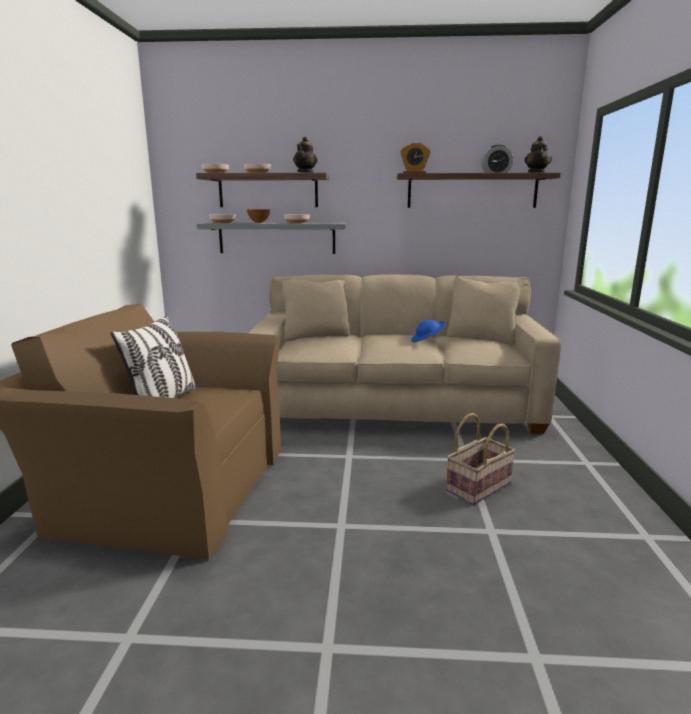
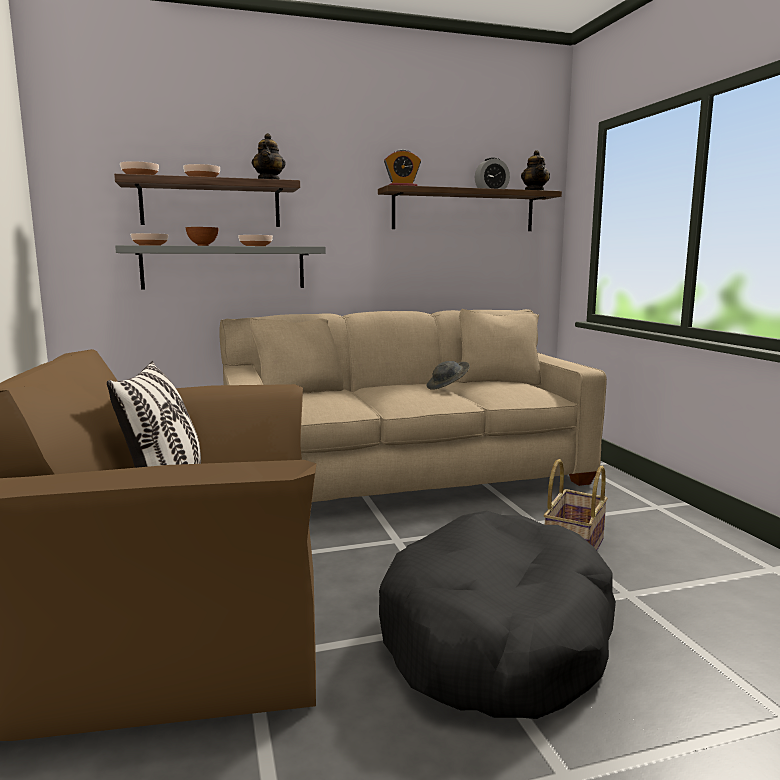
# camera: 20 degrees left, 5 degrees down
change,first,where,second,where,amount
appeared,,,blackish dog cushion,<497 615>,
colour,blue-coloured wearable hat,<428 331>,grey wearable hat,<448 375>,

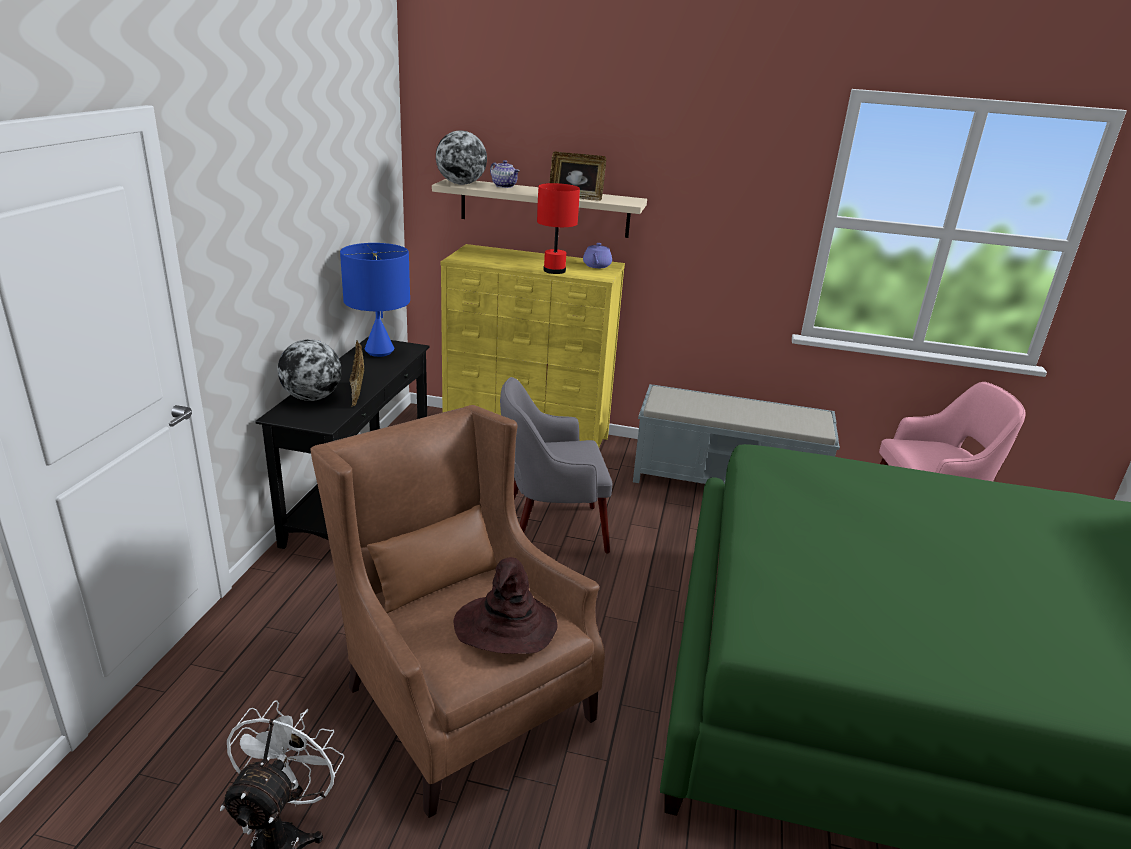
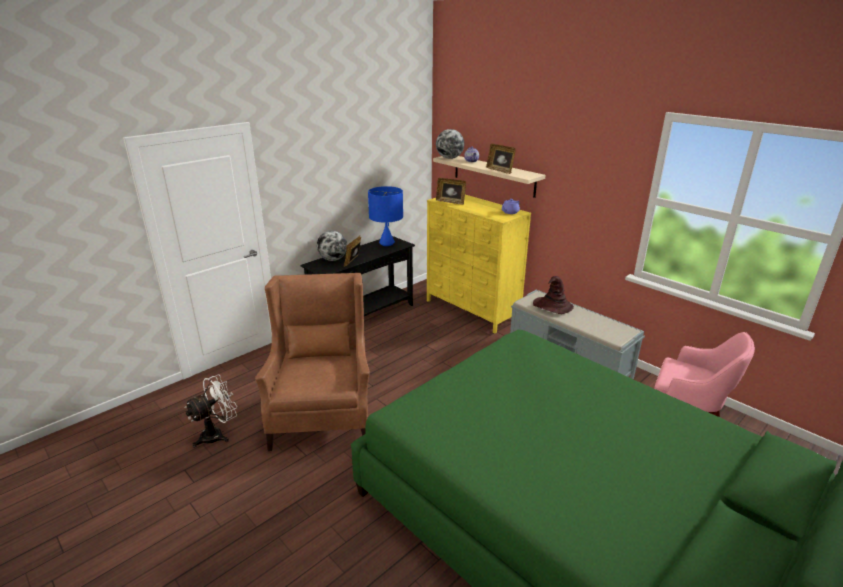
# camera: 35 degrees right, 0 degrees up
change,first,where,second,where,amount
appeared,,,picture frame,<451 191>,
relocated,brown-coloured wearable hat,<505 605>,,<553 295>,
missing,grey armchair,<556 465>,,,
missing,red-coloured tabletop lamp,<558 228>,,,

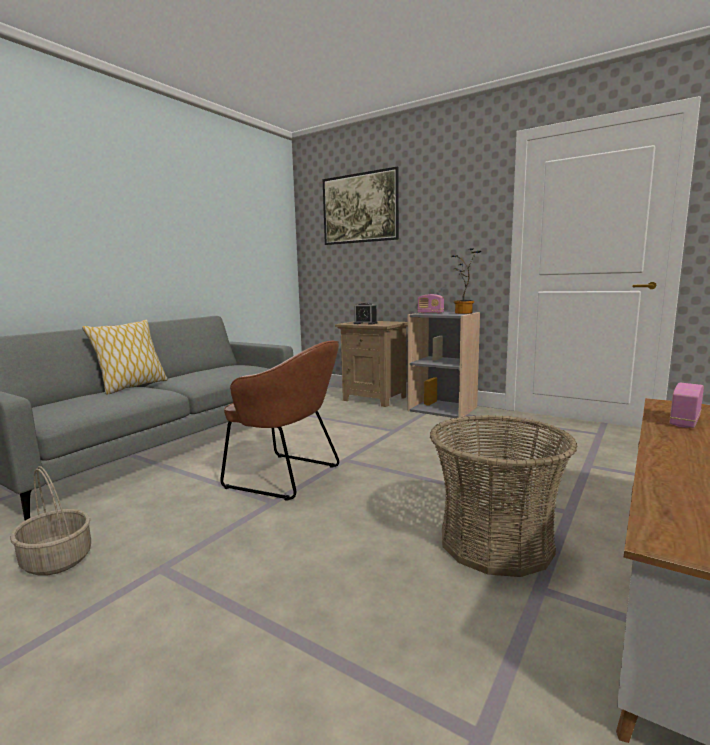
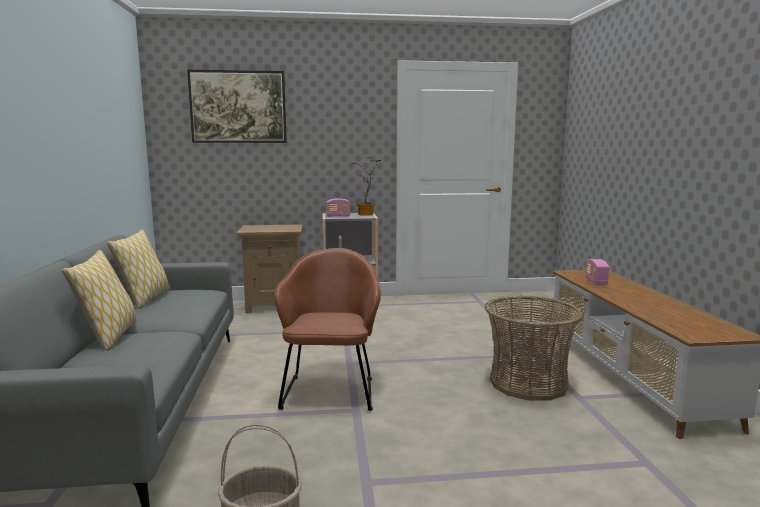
# camera: 40 degrees left, 0 degrees up
change,first,where,second,where,amount
appeared,,,pillow,<138 269>,
spun,brown-coloured armchair,<279 421>,,<327 329>,75 degrees counterclockwise
missing,table clock,<365 313>,,,

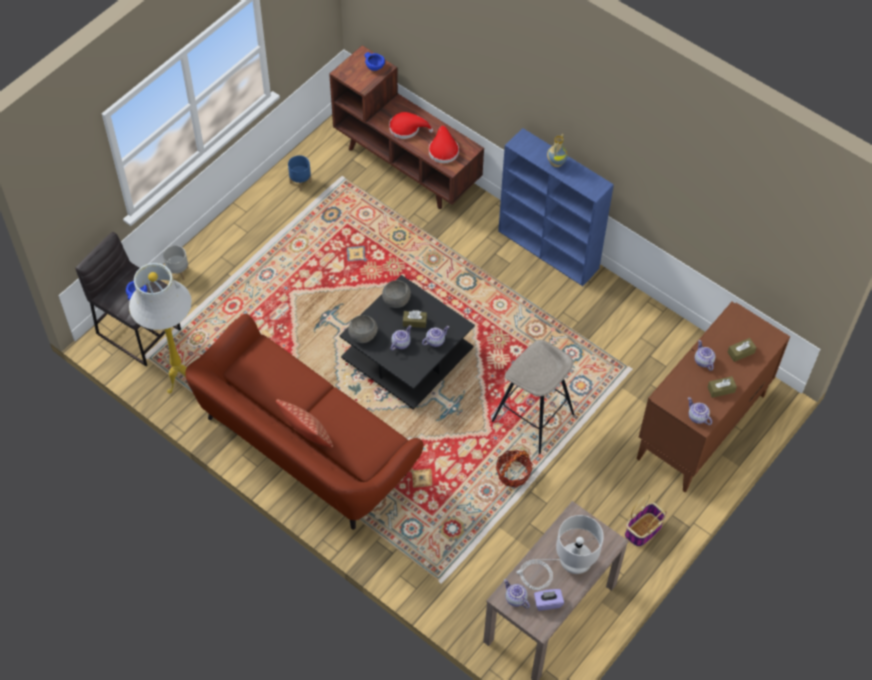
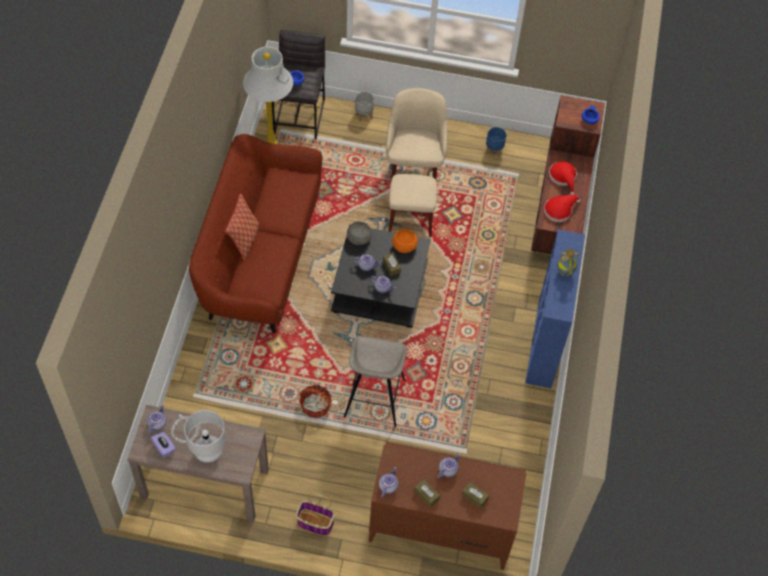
# camera: 60 degrees right, 0 degrees up
change,first,where,second,where,amount
appeared,,,beige armchair,<417 162>,
colour,grey serving bowl,<396 294>,orange-coloured serving bowl,<405 241>,

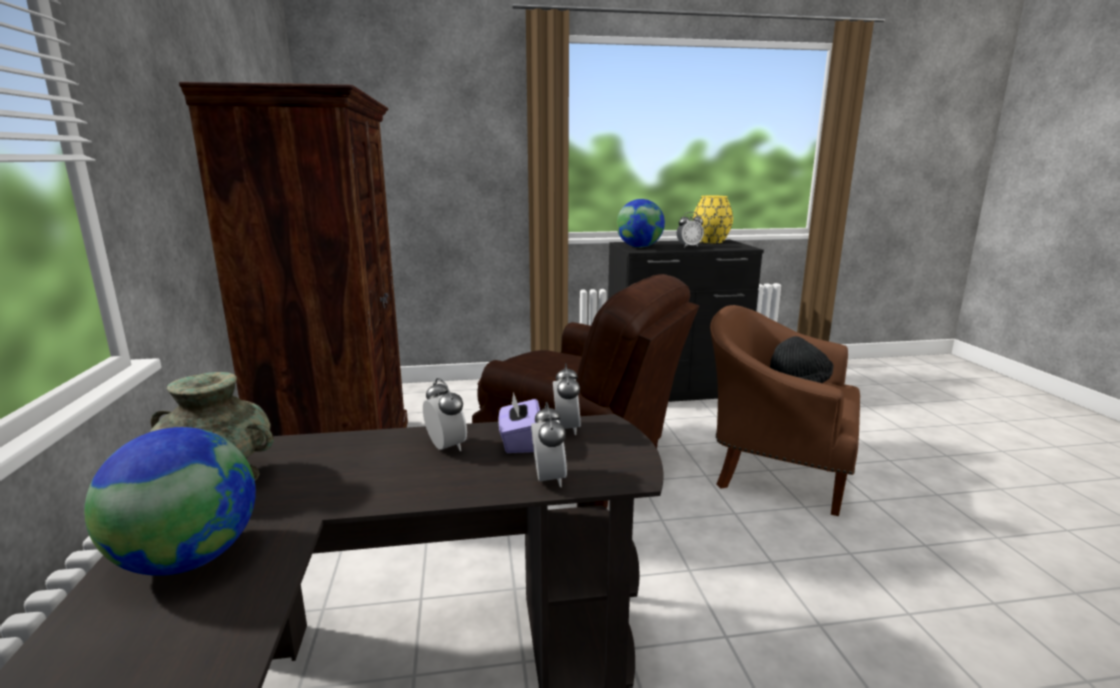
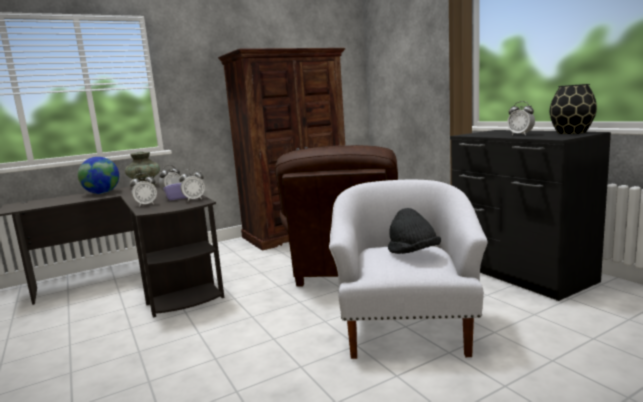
# camera: 70 degrees right, 5 degrees down
change,first,where,second,where,amount
colour,brown-coloured armchair,<785 410>,white-coloured armchair,<408 269>,
colour,yellow vase,<713 219>,blackish vase,<573 109>,
missing,desk globe,<640 223>,,,

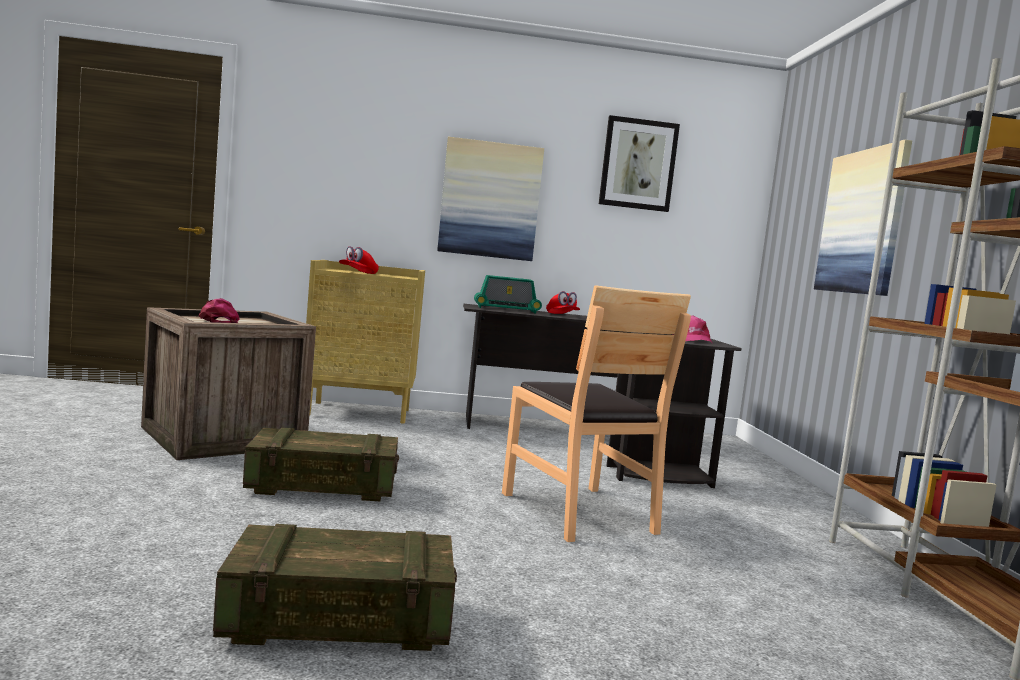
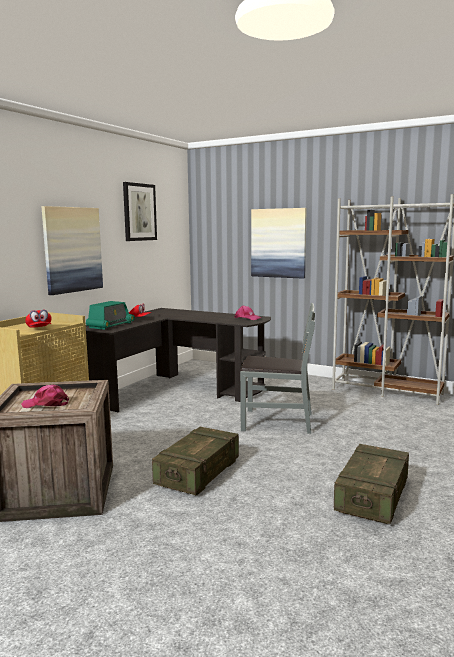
# camera: 55 degrees left, 5 degrees up
change,first,where,second,where,amount
colour,brown-coloured plain chair,<596 413>,grey plain chair,<277 368>,

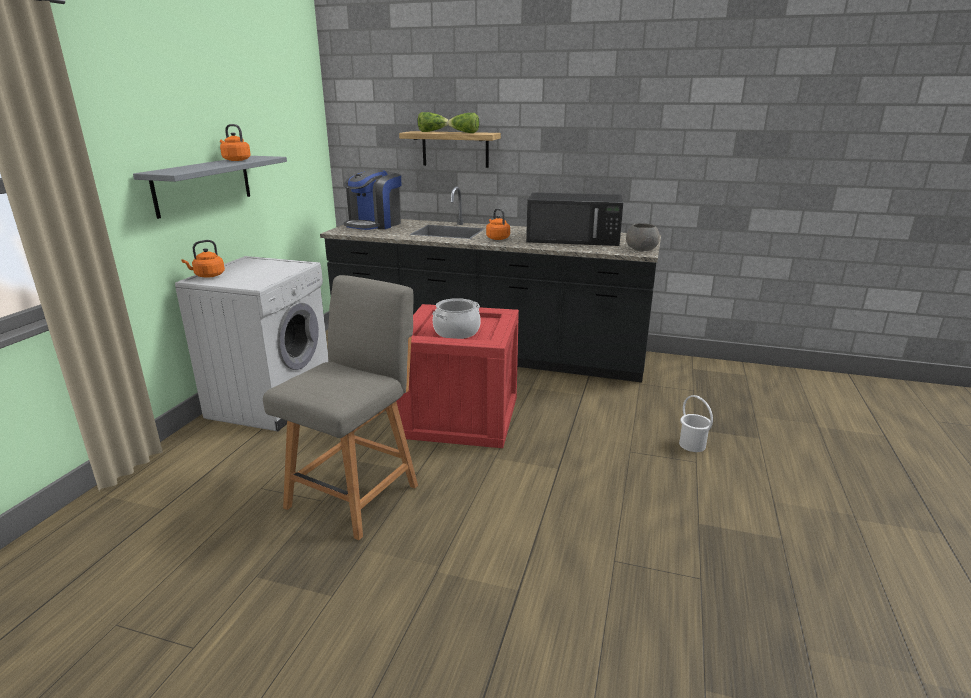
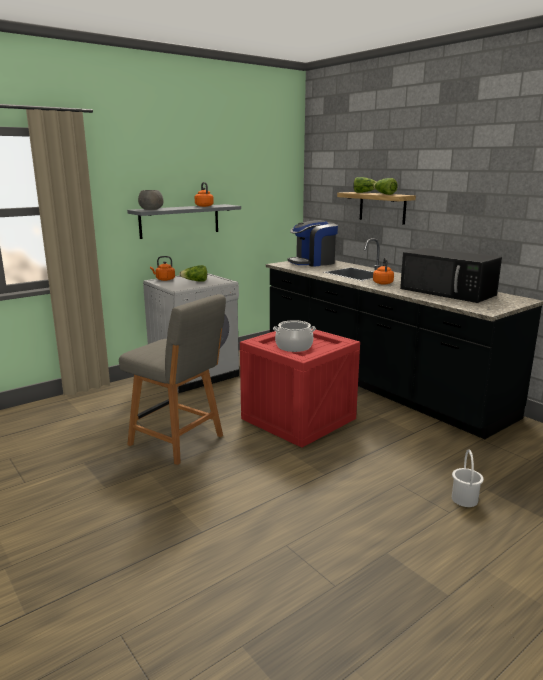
# camera: 35 degrees right, 5 degrees down
change,first,where,second,where,amount
spun,grey plain chair,<340 407>,,<172 379>,60 degrees clockwise
relocated,grey serving bowl,<643 237>,,<151 200>,
appeared,,,lettuce,<193 273>,

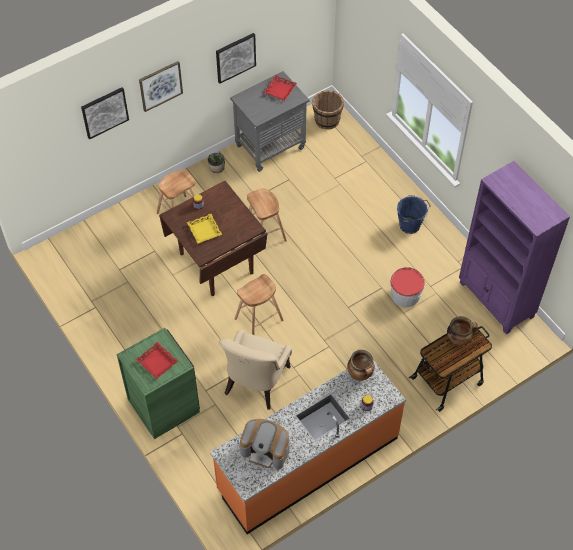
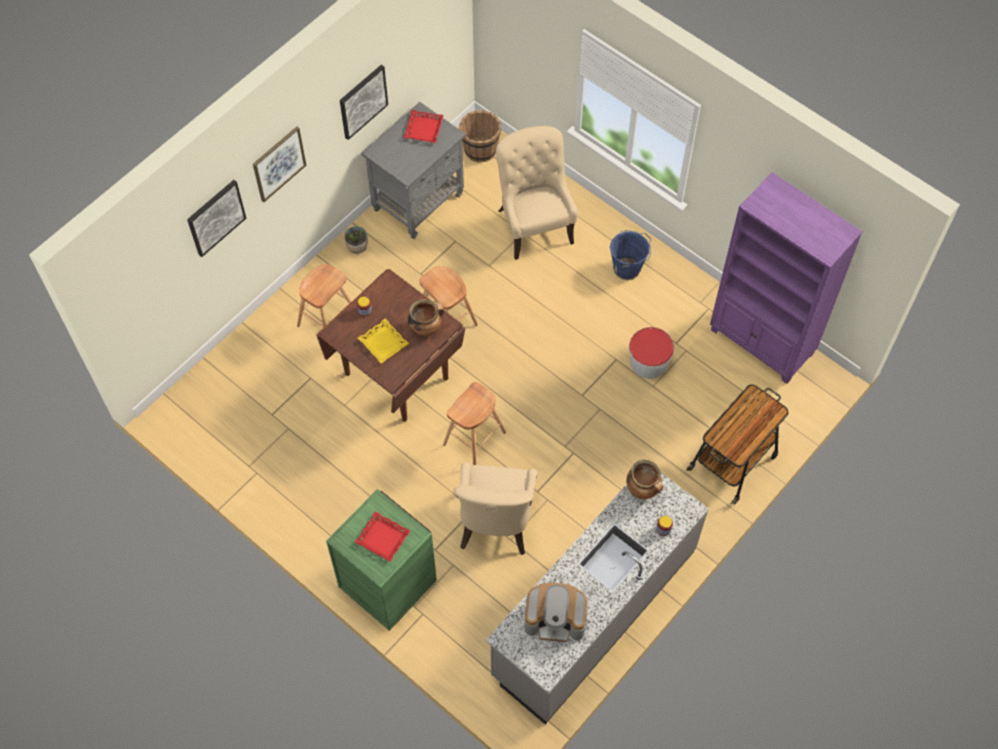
# camera: 15 degrees left, 5 degrees up
change,first,where,second,where,amount
relocated,saucepot,<462 331>,,<426 317>,
colour,orange-coloured counter,<308 447>,grey counter,<597 598>,
appeared,,,beige plain chair,<537 193>,

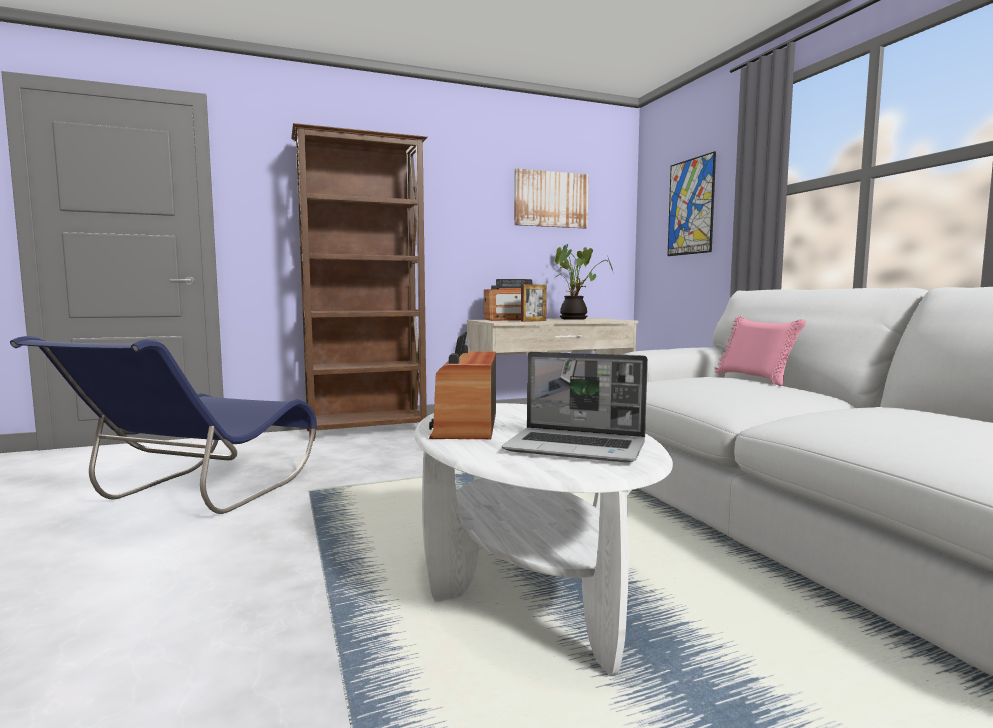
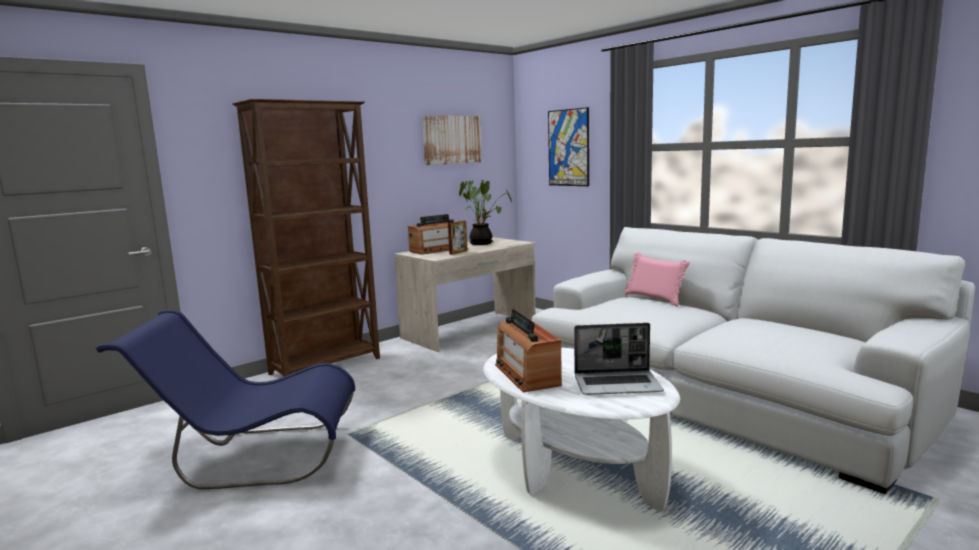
# camera: 20 degrees left, 5 degrees up
change,first,where,second,where,amount
spun,blue-coloured plain chair,<163 425>,,<225 399>,90 degrees clockwise

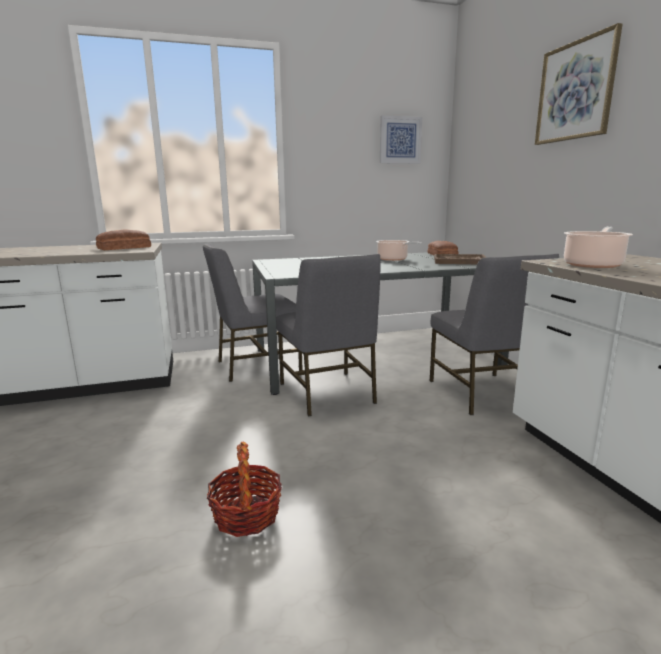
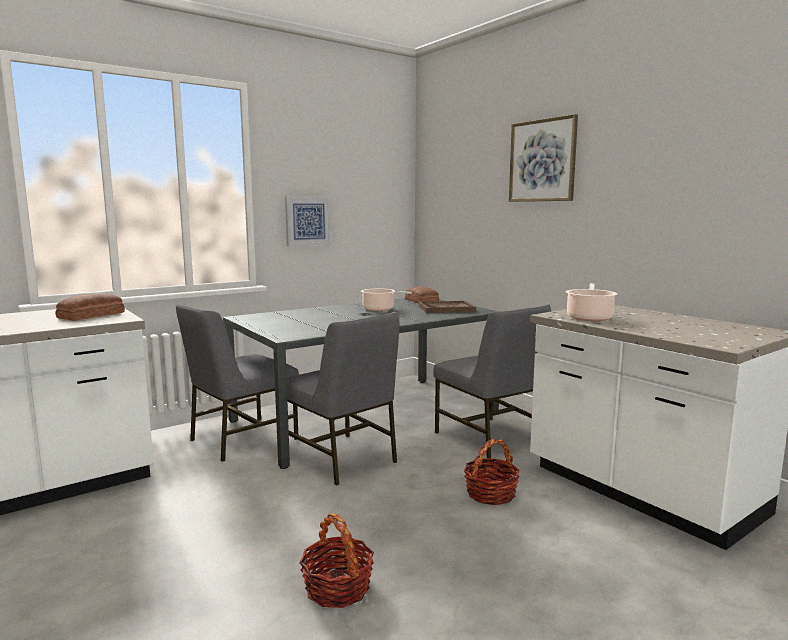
# camera: 20 degrees left, 5 degrees down
change,first,where,second,where,amount
relocated,picture,<401 139>,,<308 221>,
appeared,,,household basket,<492 472>,

